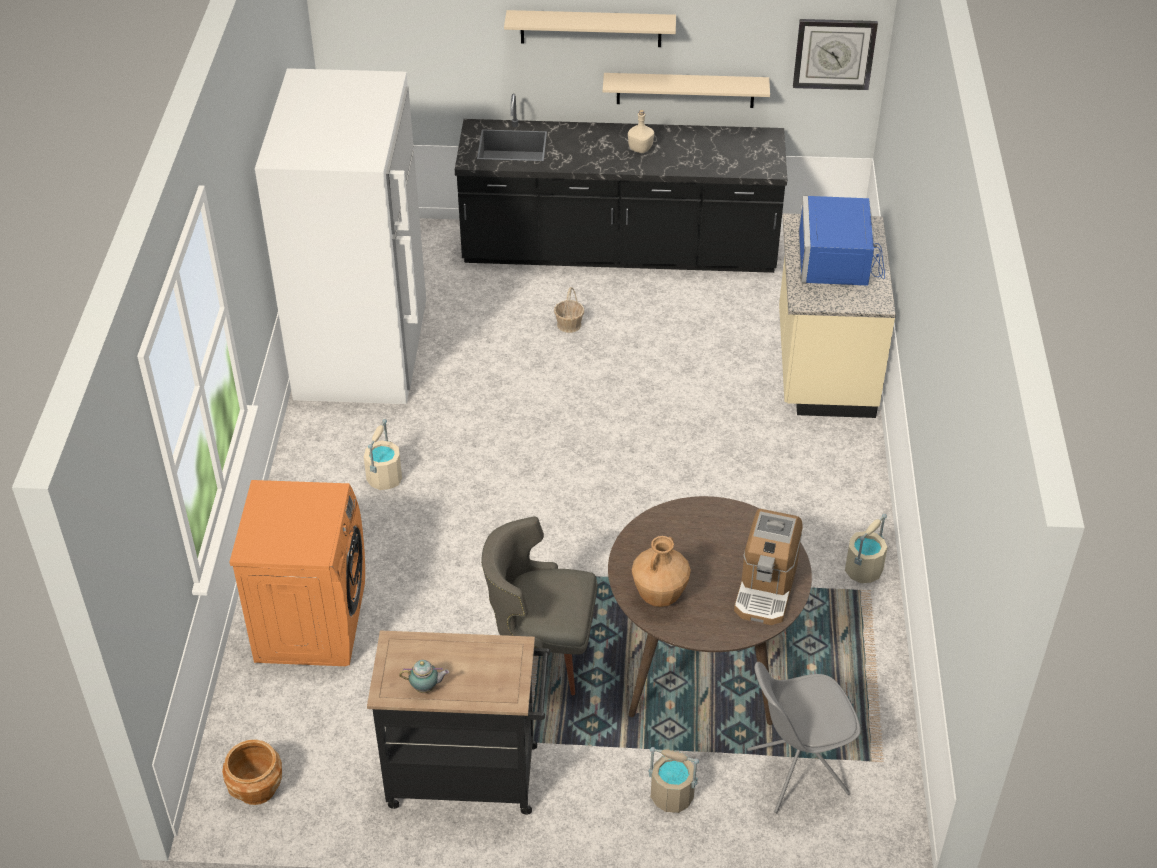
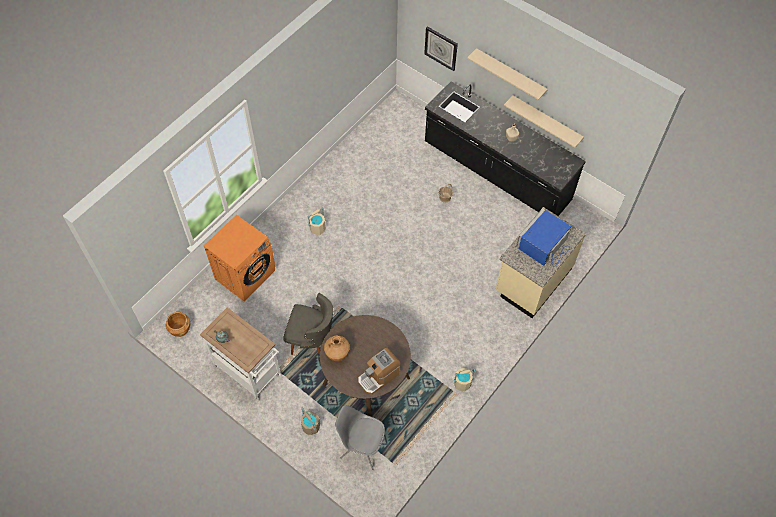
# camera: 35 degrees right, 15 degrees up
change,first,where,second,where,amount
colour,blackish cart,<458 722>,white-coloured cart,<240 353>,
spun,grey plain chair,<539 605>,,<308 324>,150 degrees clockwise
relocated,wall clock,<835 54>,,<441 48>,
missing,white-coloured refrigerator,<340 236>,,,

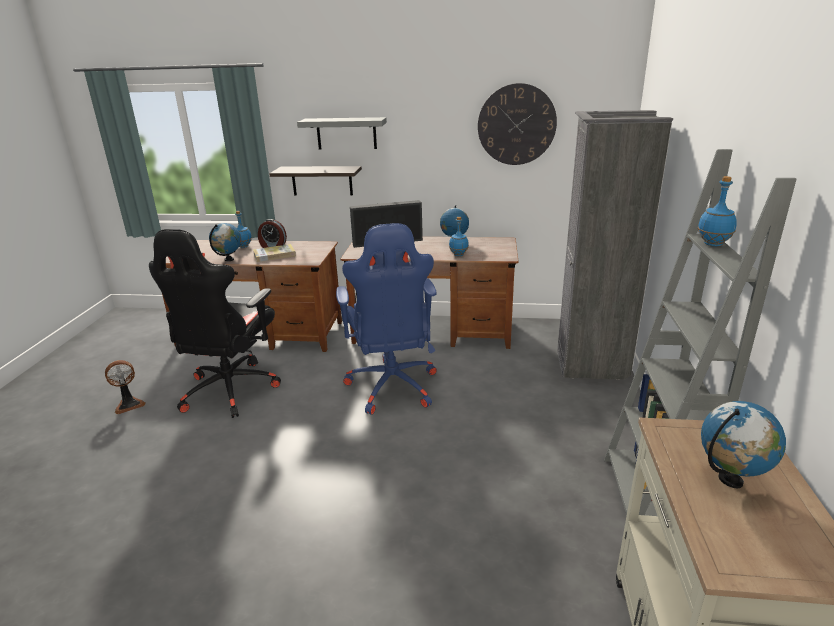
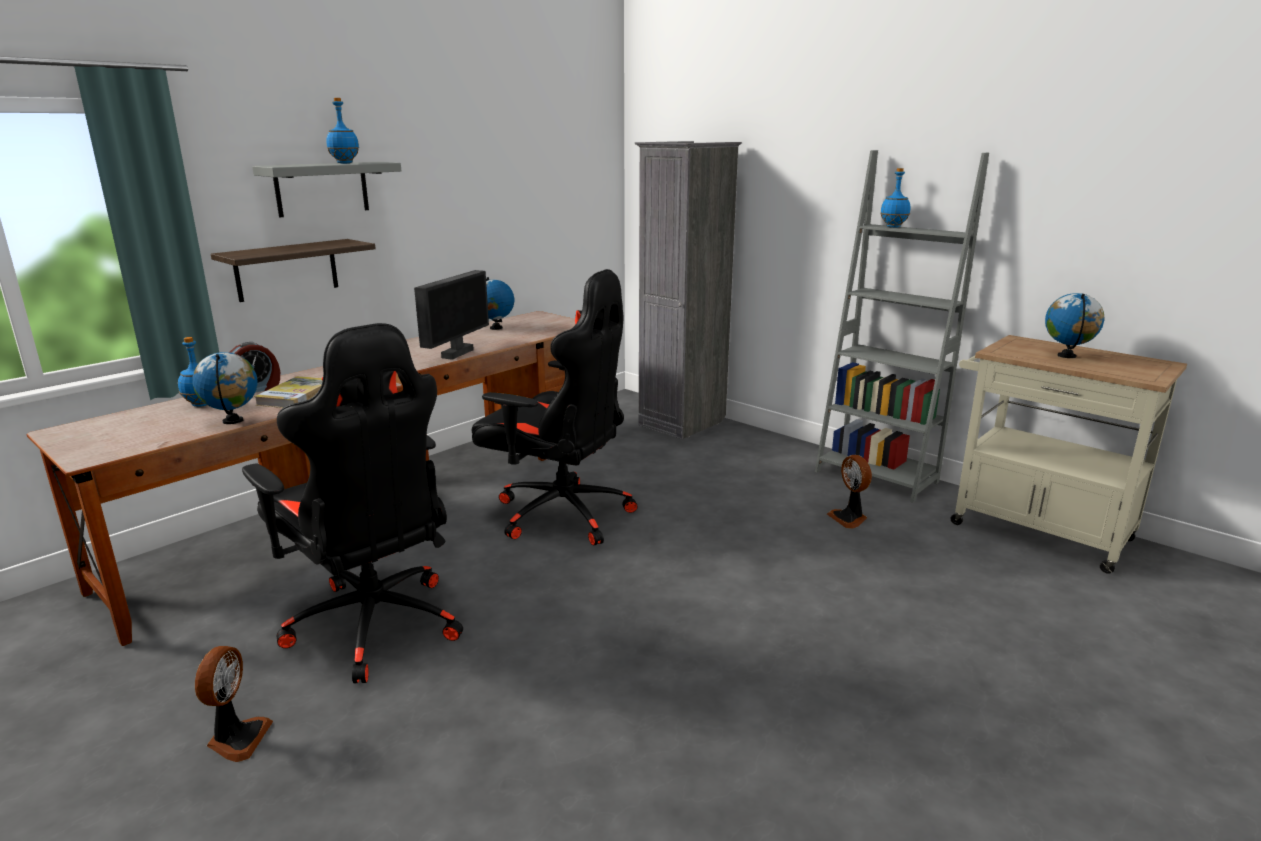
# camera: 55 degrees left, 5 degrees down
change,first,where,second,where,amount
relocated,blue-coloured bottle,<459 236>,,<342 130>,
colour,blue-coloured desk chair,<386 319>,blackish desk chair,<555 407>,
appeared,,,electric fan,<849 492>,
missing,wall clock,<517 124>,,,

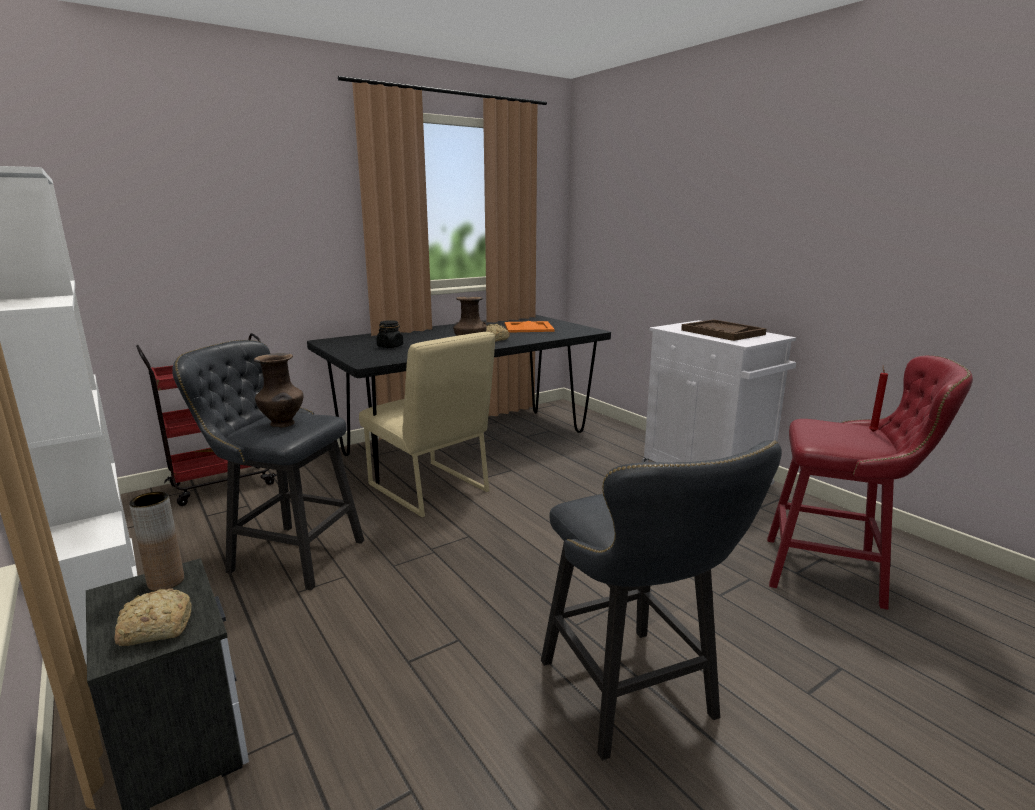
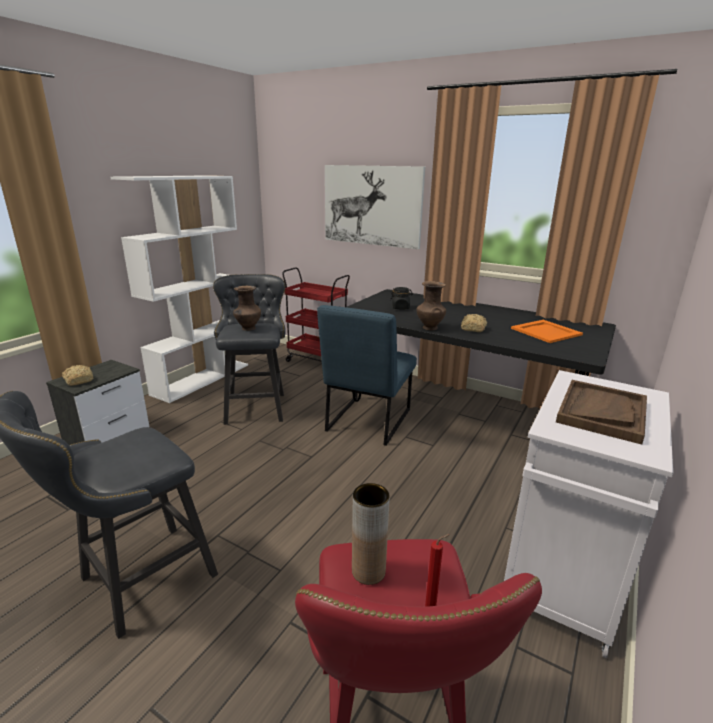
# camera: 65 degrees right, 5 degrees up
change,first,where,second,where,amount
colour,beige plain chair,<427 424>,blue-coloured plain chair,<367 375>,
appeared,,,picture,<375 207>,
relocated,brown-coloured vase,<156 541>,,<371 534>,

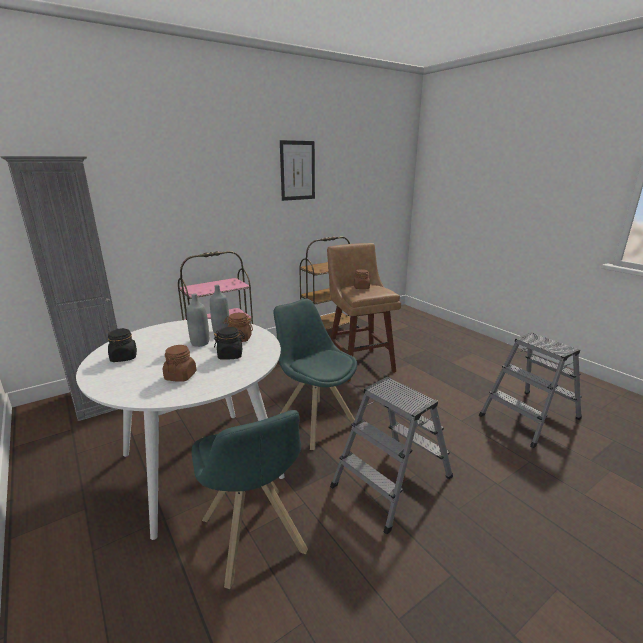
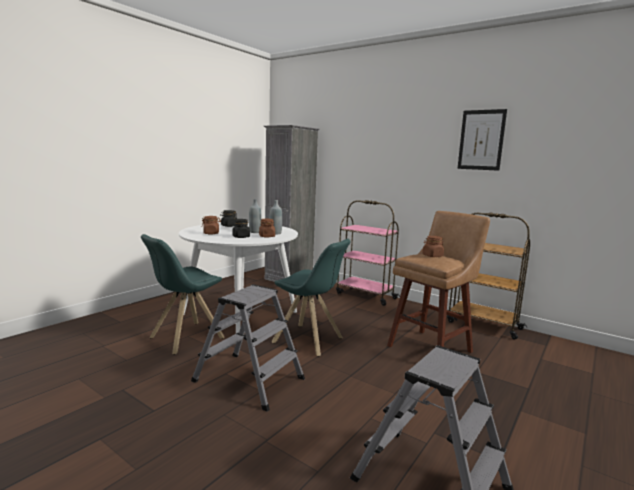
# camera: 70 degrees right, 10 degrees down
change,first,where,second,where,amount
spun,turquoise plain chair,<315 374>,,<311 297>,90 degrees clockwise

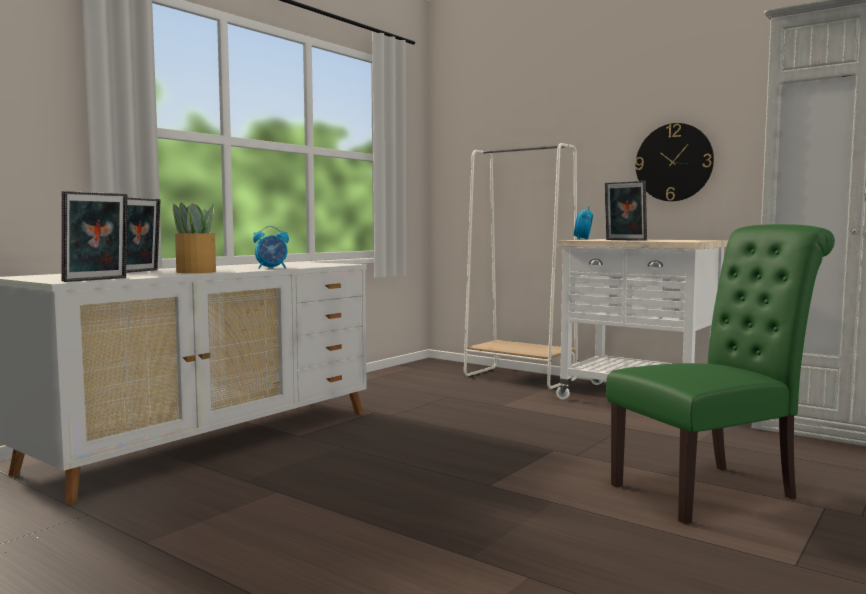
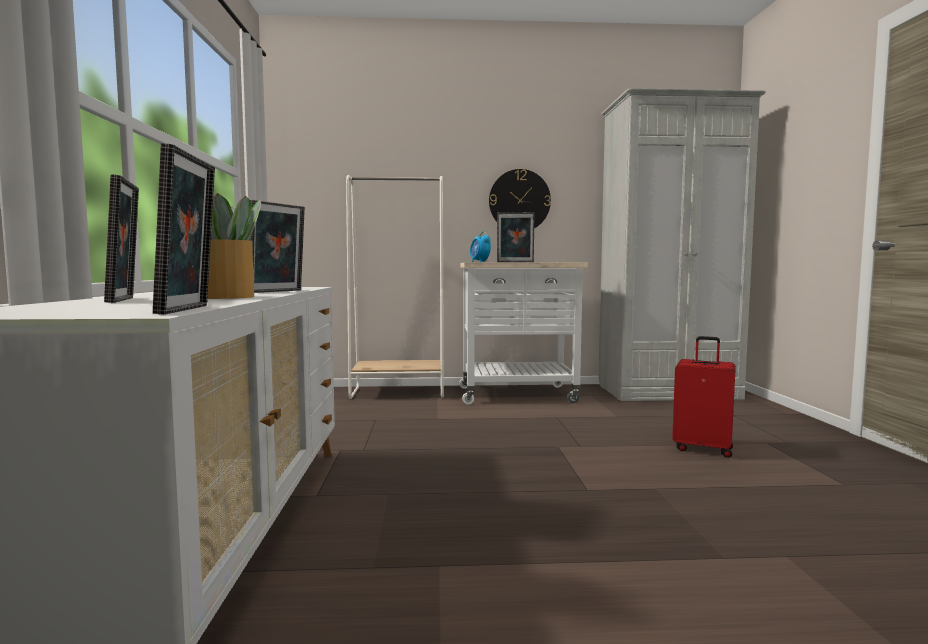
# camera: 40 degrees left, 0 degrees up
change,first,where,second,where,amount
exchanged,table clock,<271 247>,picture frame,<277 246>,
exchanged,green-coloured plain chair,<720 374>,red-coloured suitcase,<704 397>,

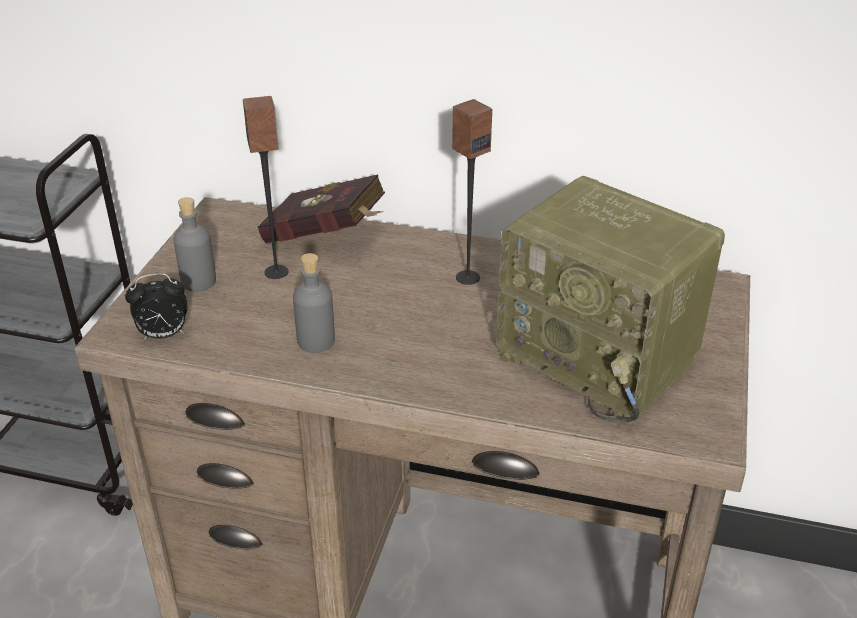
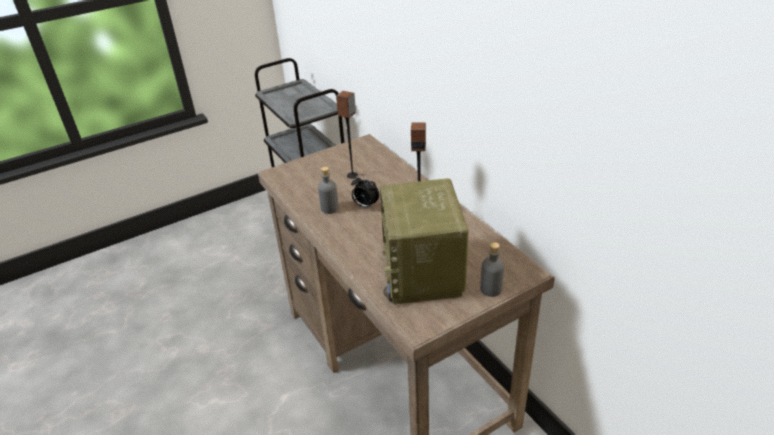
# camera: 45 degrees right, 0 degrees up
change,first,where,second,where,amount
relocated,table clock,<156 306>,,<365 191>,
relocated,grey bottle,<194 244>,,<492 269>,
missing,red-coloured volume,<321 209>,,,

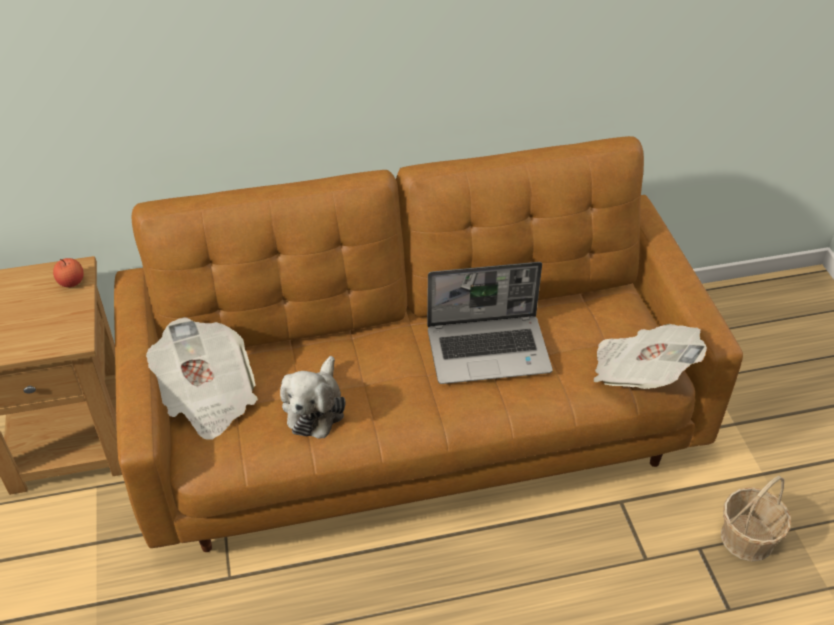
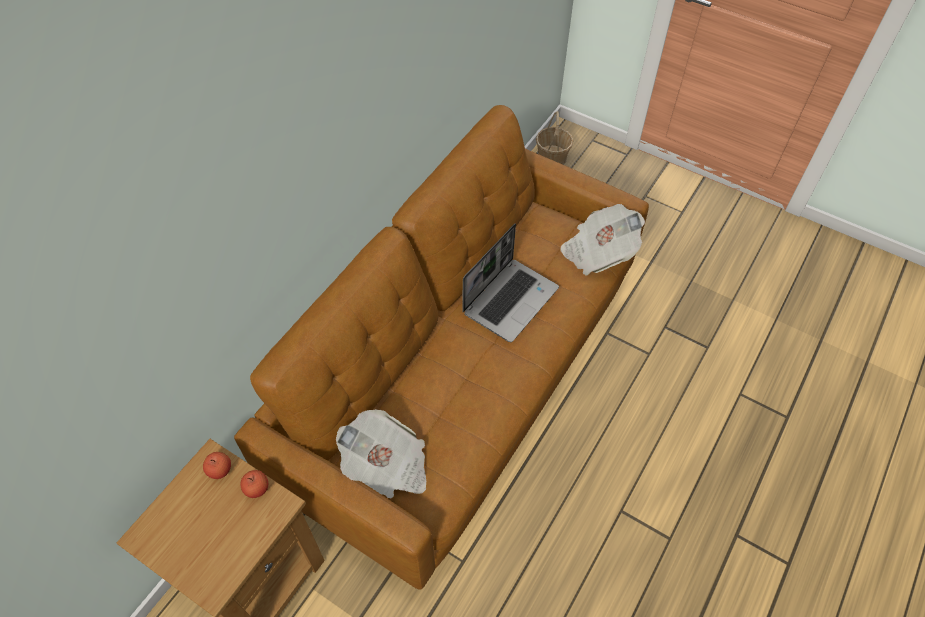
# camera: 45 degrees left, 10 degrees up
change,first,where,second,where,amount
appeared,,,whole apple,<254 484>,
relocated,household basket,<756 518>,,<554 138>,
missing,soft toy,<313 397>,,,

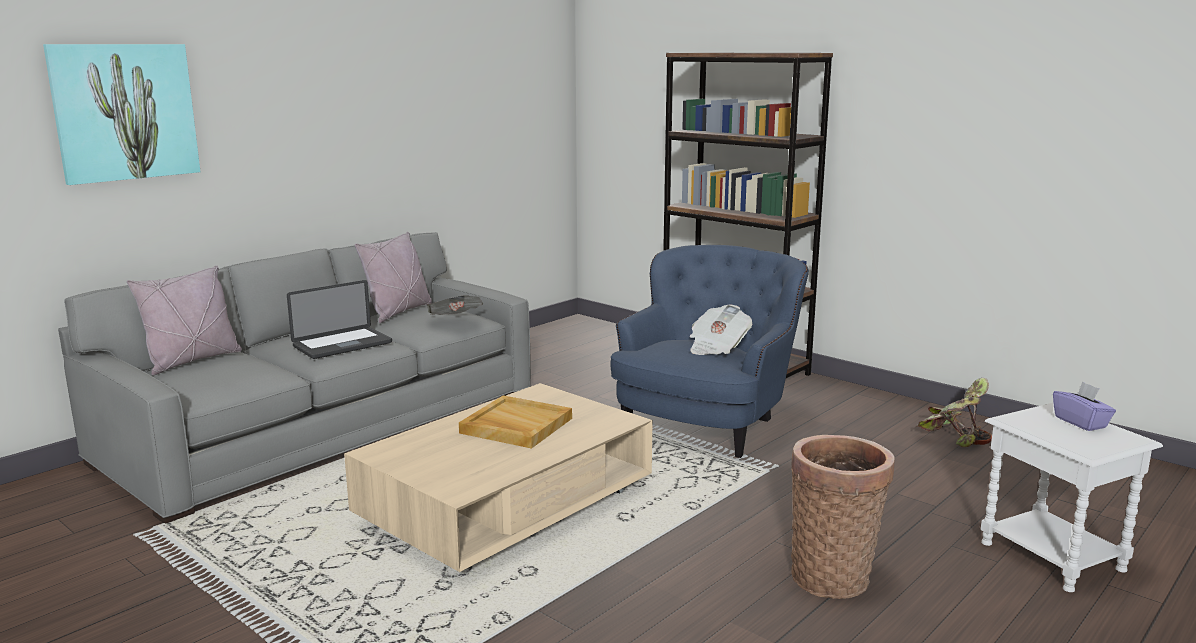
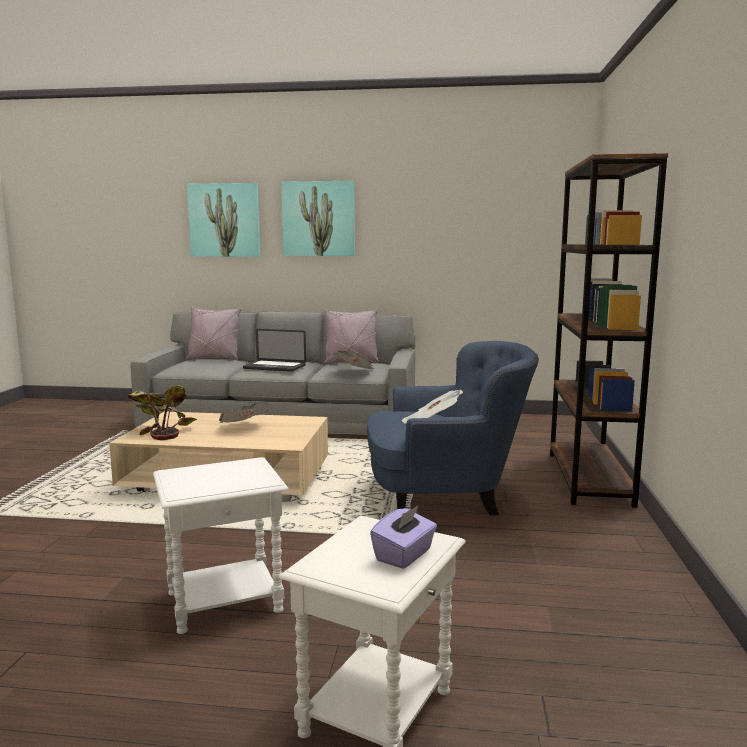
# camera: 55 degrees right, 5 degrees down
change,first,where,second,where,amount
relocated,plant in a pot,<954 412>,,<162 412>,
exchanged,household basket,<843 517>,white-coloured end table,<221 545>,
exchanged,beige serving tray,<515 422>,newspaper,<243 413>,
appeared,,,picture,<318 218>,

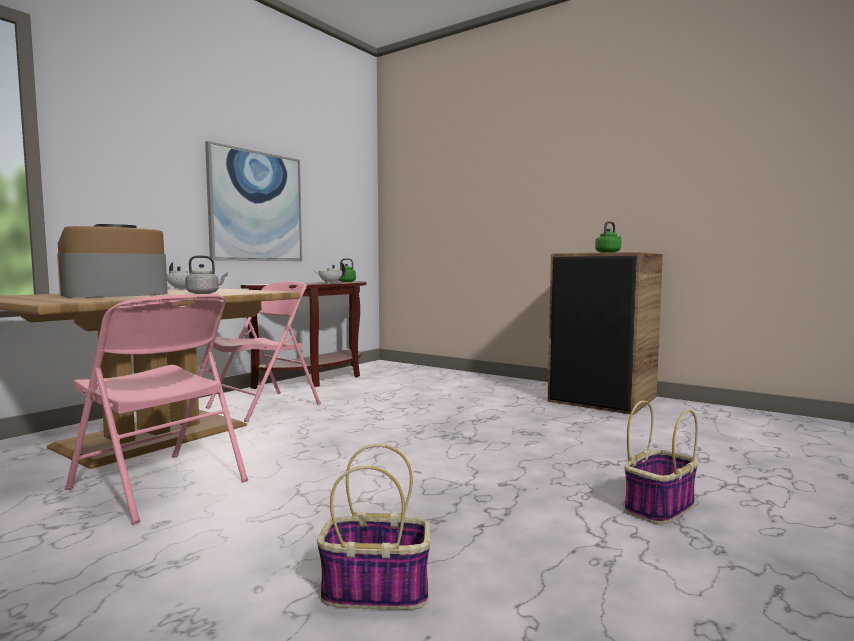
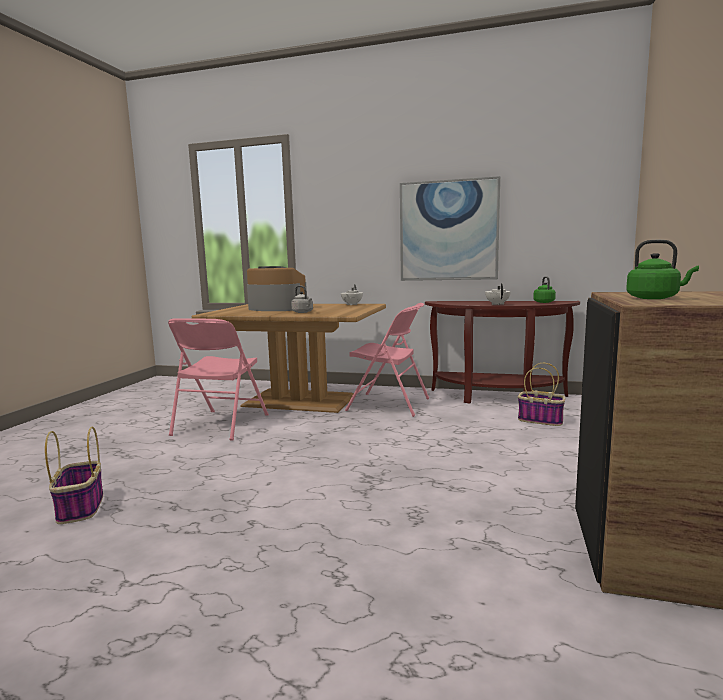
# camera: 70 degrees right, 5 degrees up
change,first,where,second,where,amount
relocated,household basket,<661 462>,,<542 394>,

